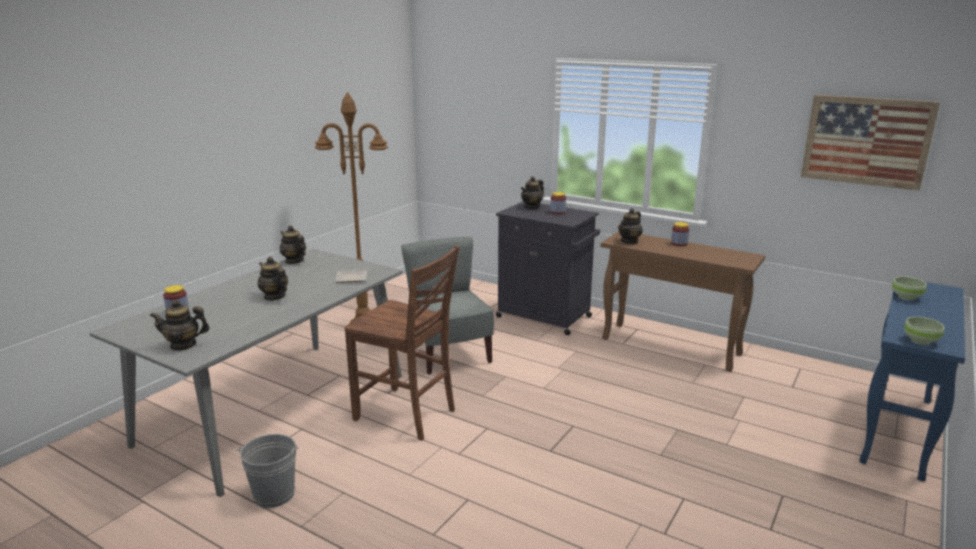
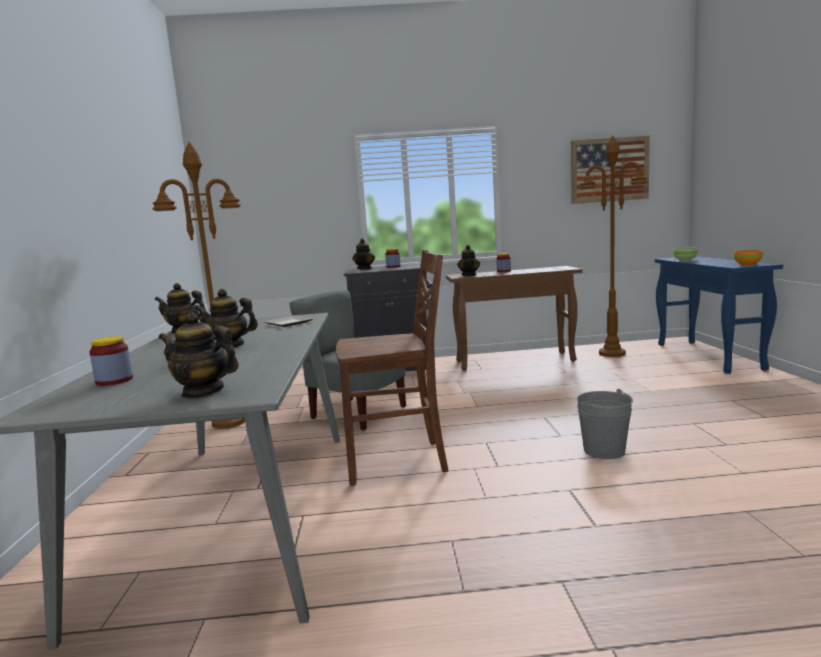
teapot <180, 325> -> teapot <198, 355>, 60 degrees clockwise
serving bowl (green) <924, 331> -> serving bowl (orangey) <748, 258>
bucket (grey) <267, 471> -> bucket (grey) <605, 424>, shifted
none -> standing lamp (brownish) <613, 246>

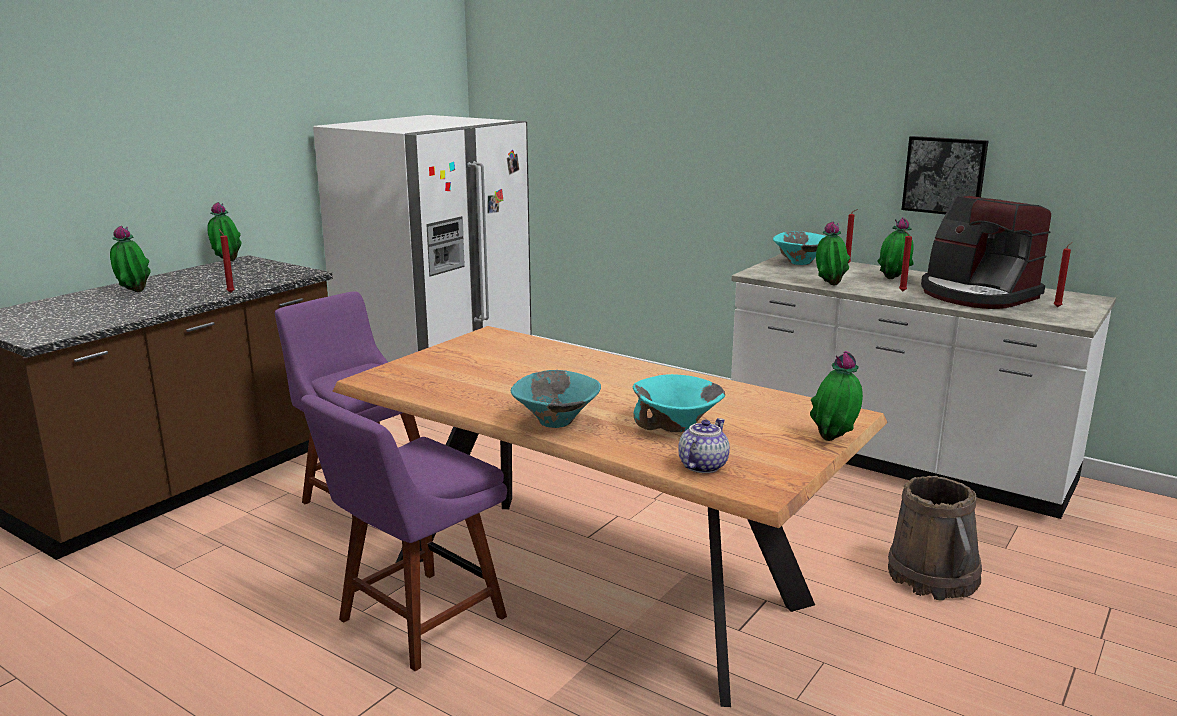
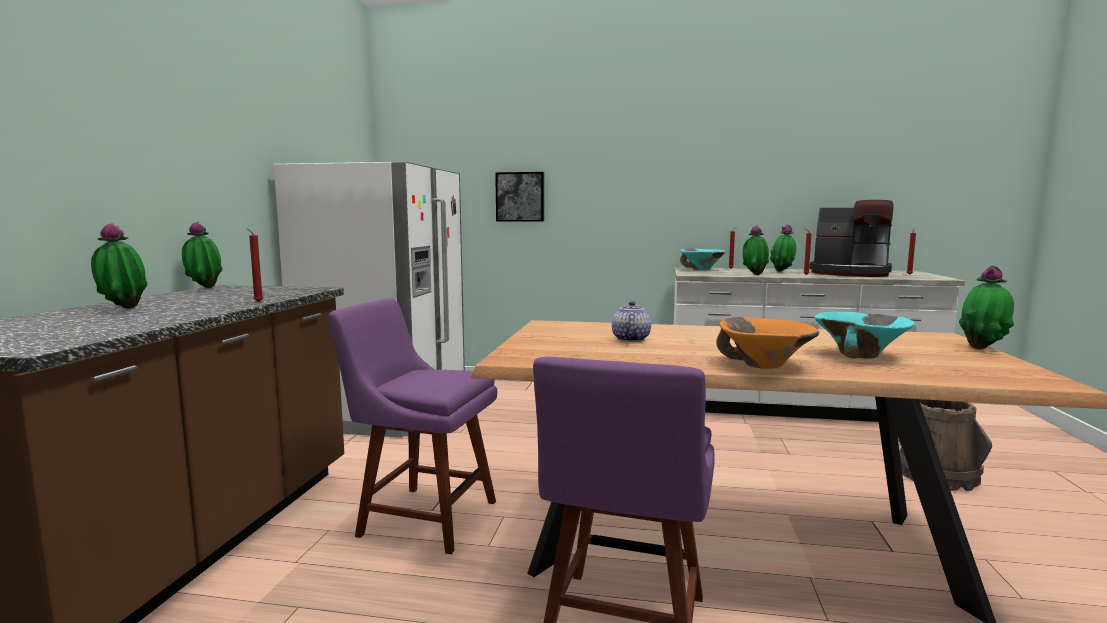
picture <944, 175> -> picture <519, 197>, shifted
serving bowl (blue-green) <556, 399> -> serving bowl (orangey) <767, 343>
teapot <704, 445> -> teapot <631, 321>, shifted

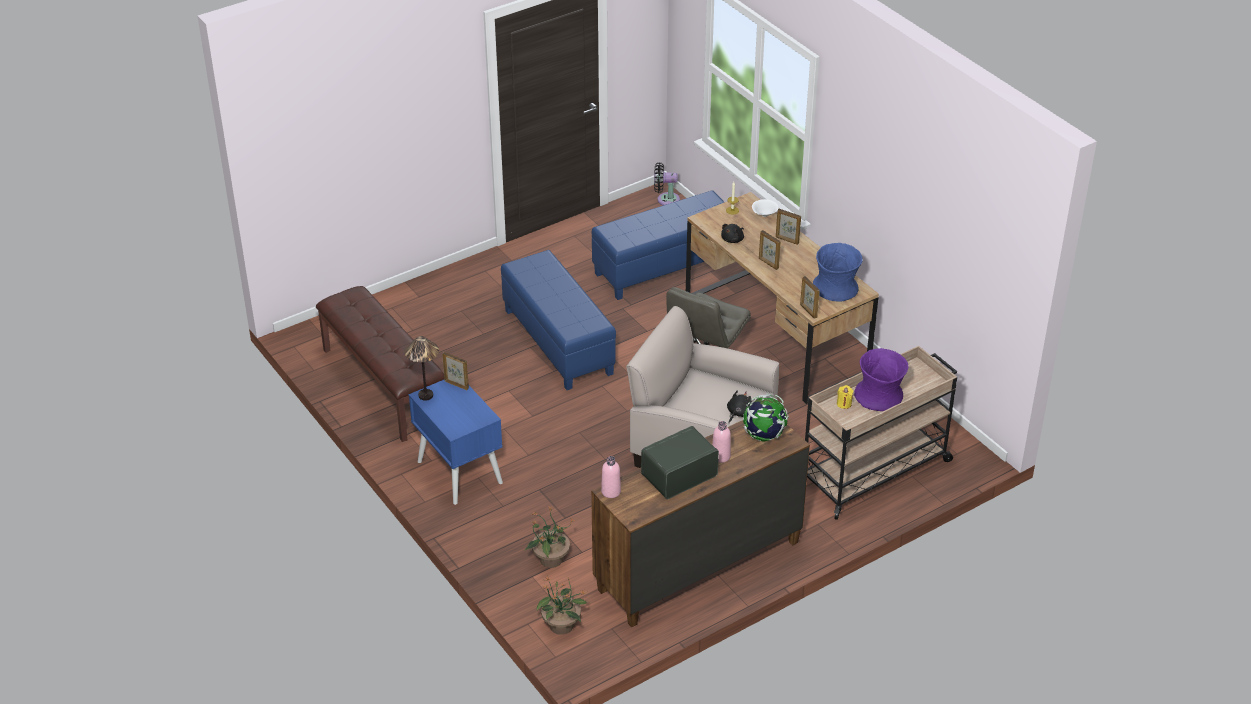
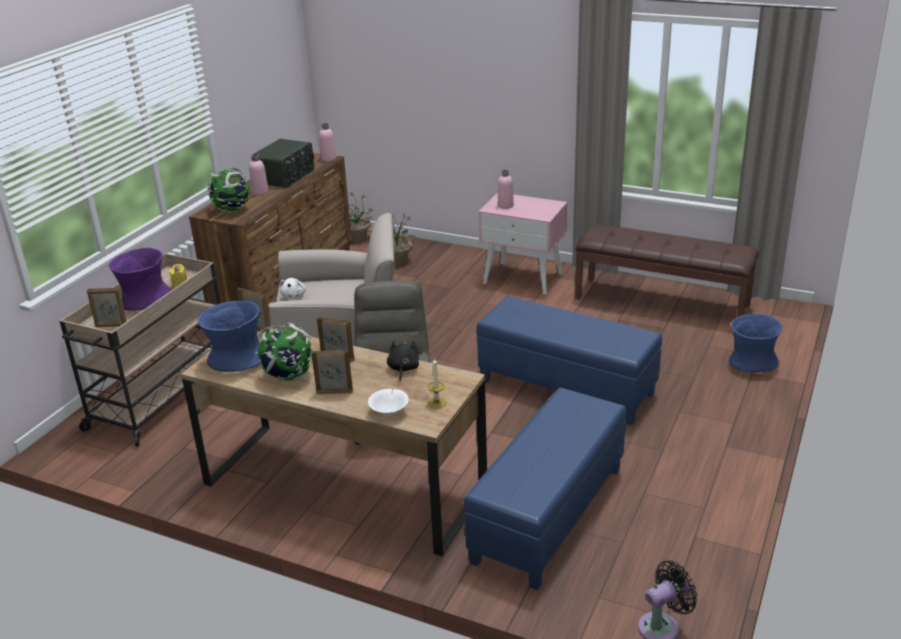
lamp for a table <422, 368> -> none
picture frame <455, 371> -> picture frame <107, 307>, shifted
bedside table (bluish) <456, 442> -> bedside table (pink-coloured) <522, 244>
soft toy (blackish) <739, 406> -> soft toy (white) <292, 288>
none -> drink bottle (pink-coloured) <506, 189>
none -> vase (bluish) <756, 343>
none -> world globe <283, 352>

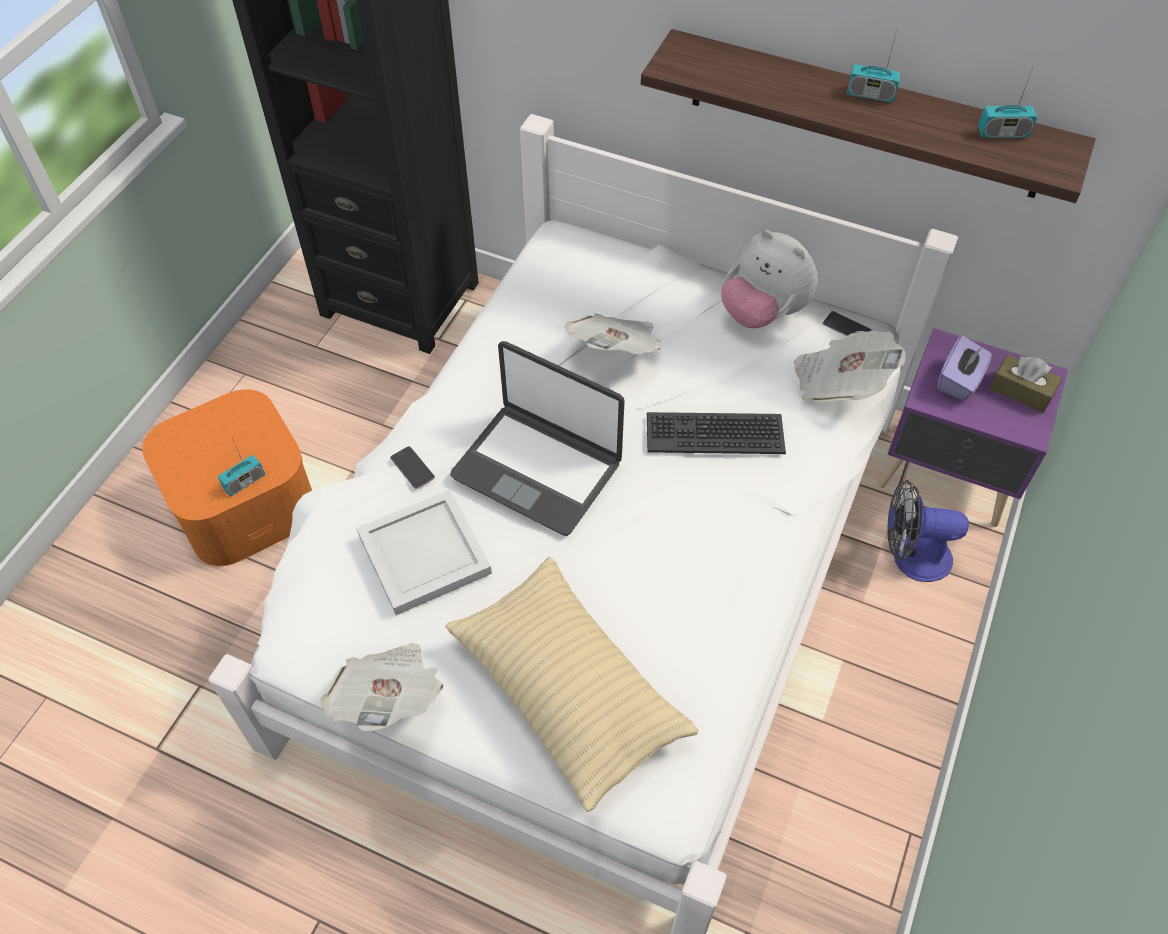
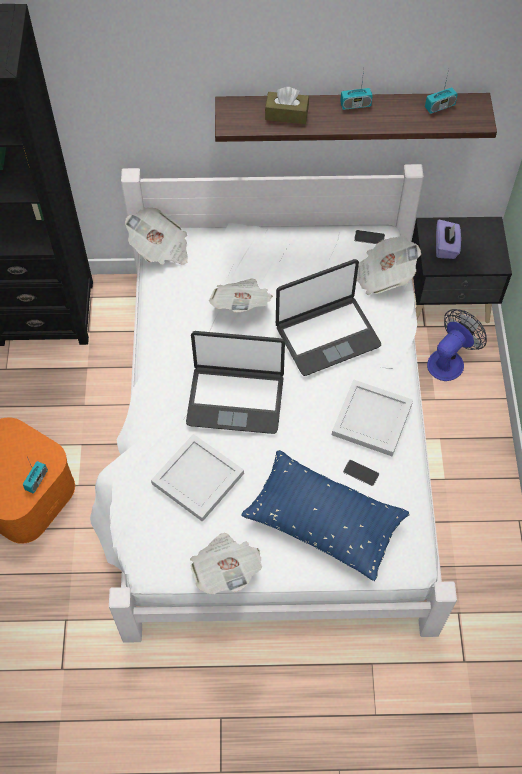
soft toy <769, 279> -> none
bedside table (purplish) <973, 427> -> bedside table (blackish) <462, 270>
box of tissues (brownish) <1025, 384> -> box of tissues (brownish) <287, 105>, shifted
computer keyboard <716, 433> -> portable computer <328, 317>
phone <412, 467> -> phone <361, 473>, shifted
cooling fan <928, 531> -> cooling fan <457, 345>, 150 degrees clockwise
pillow (beige) <572, 684> -> pillow (bluish) <325, 515>
none -> newspaper <156, 236>
none -> serving tray (white) <372, 417>

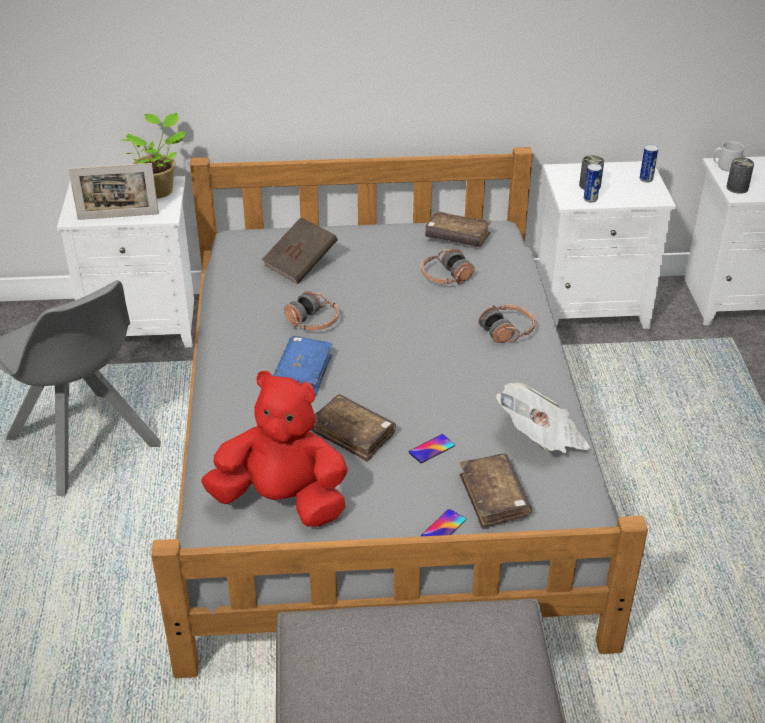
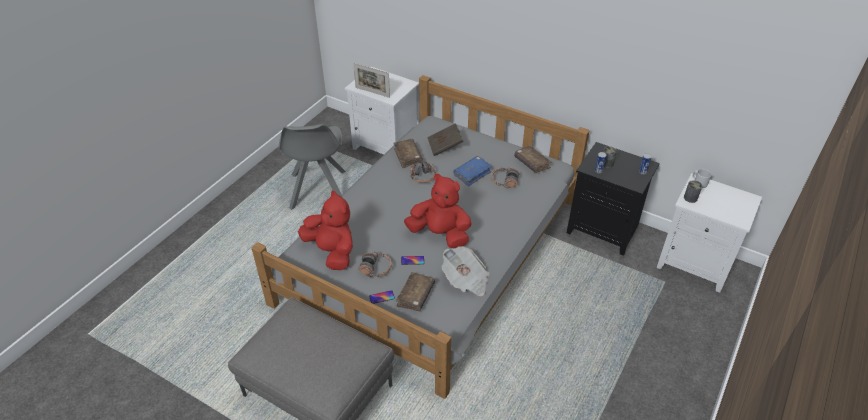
plant in a pot <154, 155> -> none
bedside table (white) <607, 245> -> bedside table (blackish) <613, 199>
pair of headphones <507, 323> -> pair of headphones <375, 264>, shifted
volume (bluish) <302, 366> -> volume (bluish) <473, 171>, shifted
volume (brownish) <353, 428> -> volume (brownish) <408, 153>, shifted
none -> soft toy (red-coloured) <438, 211>

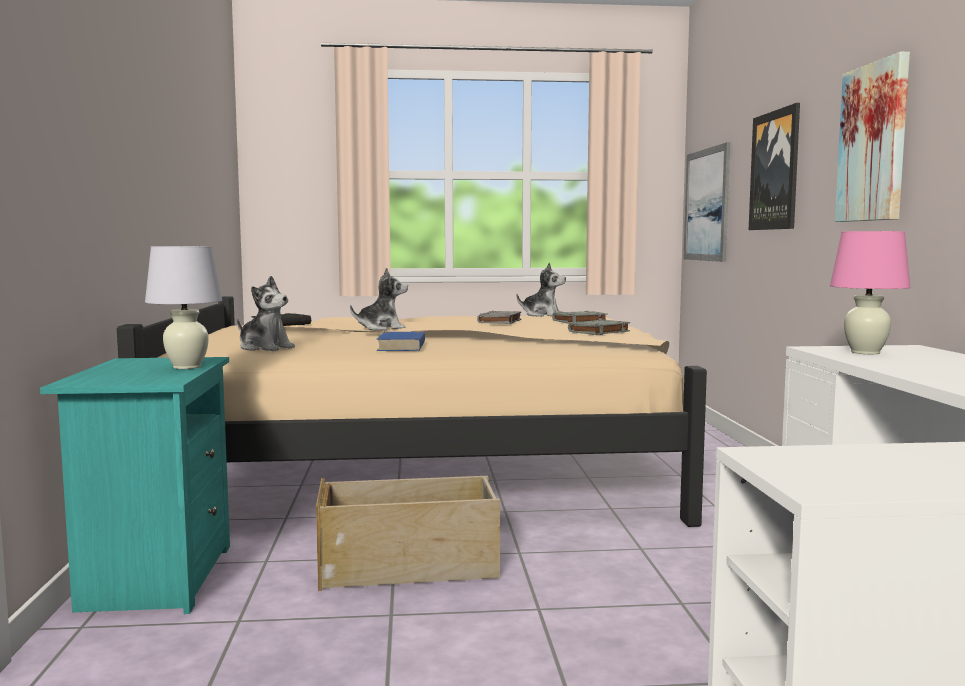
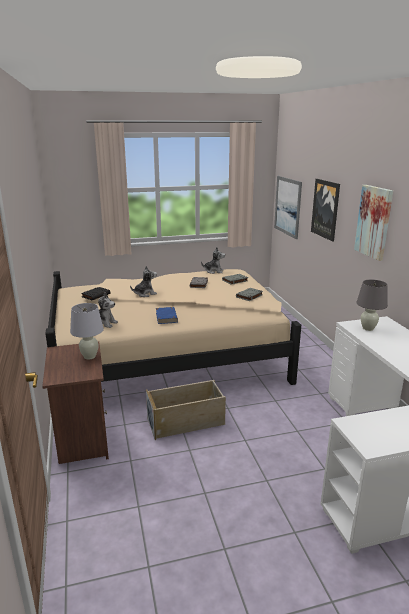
lamp for a table (pink-coloured) <870, 292> -> lamp for a table (grey) <372, 305>
bedside table (blue-green) <135, 485> -> bedside table (brownish) <75, 403>

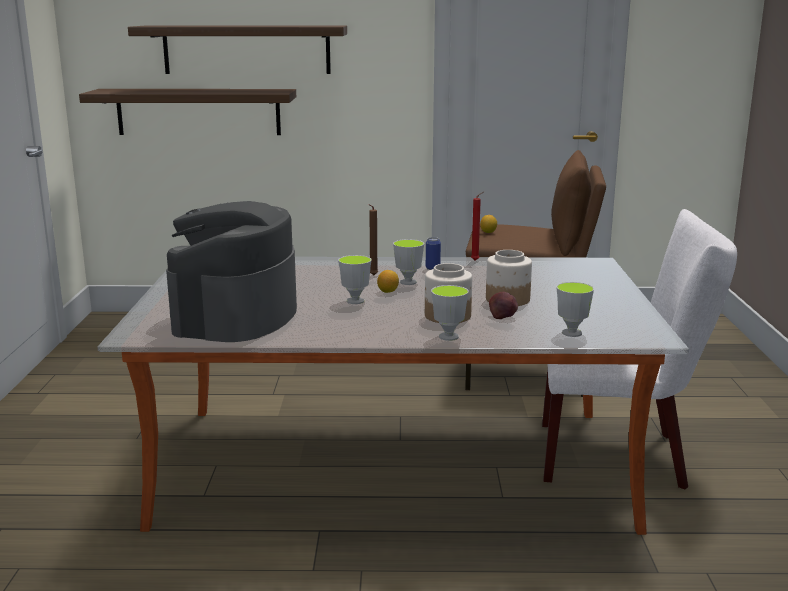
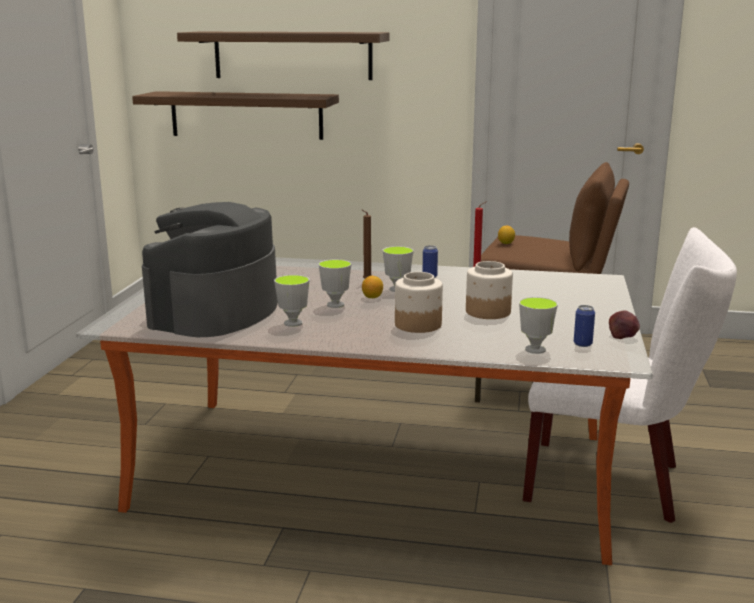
drinking cup <450, 313> -> drinking cup <292, 301>, shifted
apple fruit <503, 305> -> apple fruit <624, 324>, shifted
none -> can <584, 326>

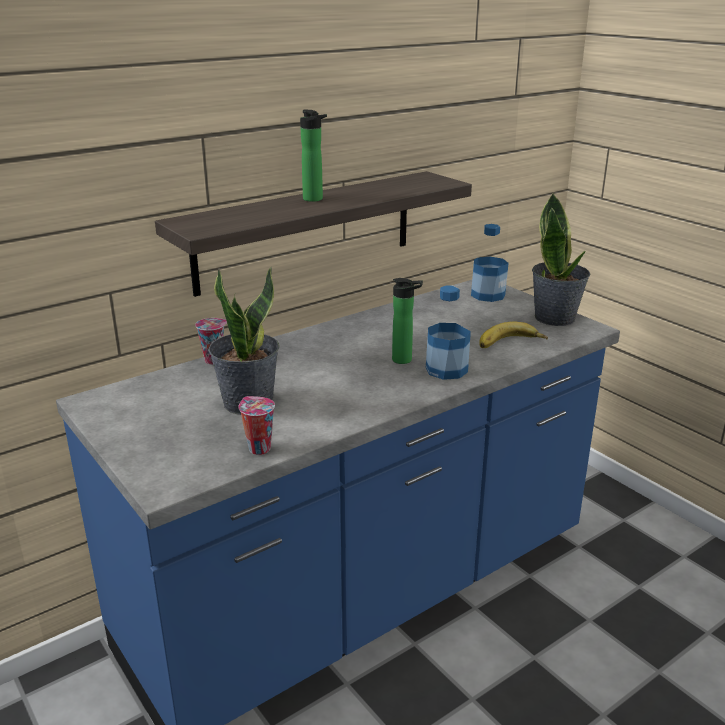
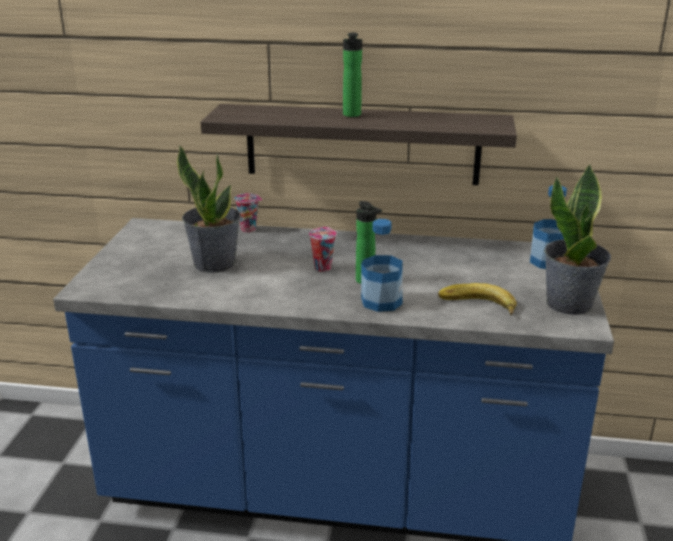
drinking cup <256, 425> -> drinking cup <322, 249>, shifted

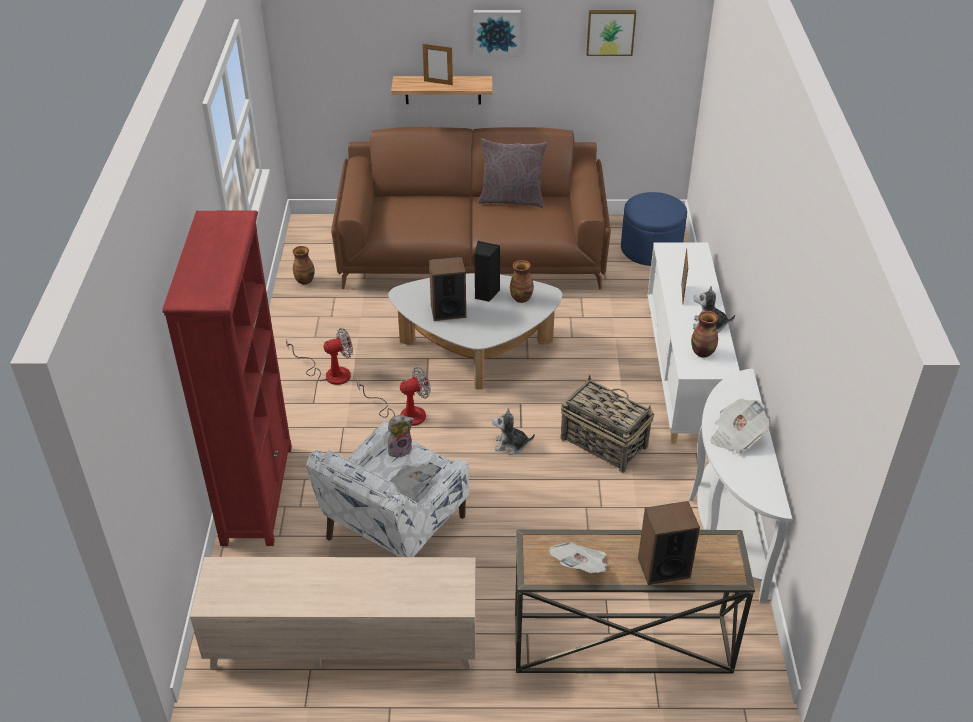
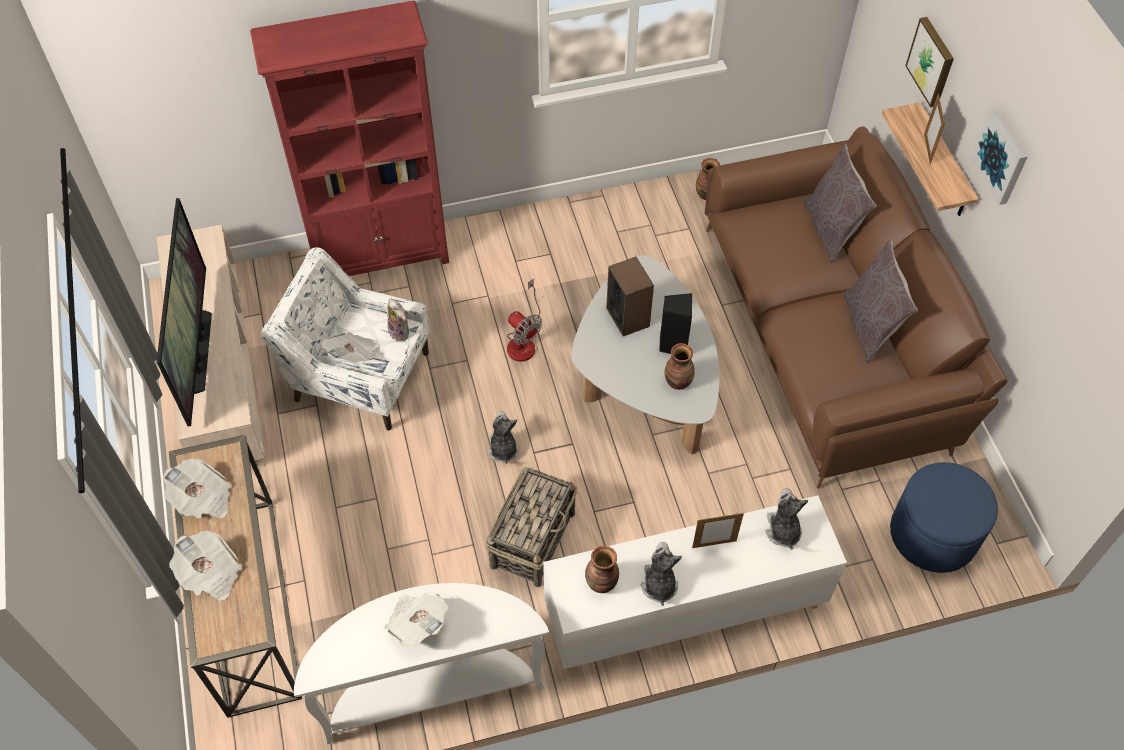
picture <611, 33> -> picture <929, 62>, shifted
cooling fan <319, 356> -> none
speaker <669, 543> -> newspaper <205, 566>
none -> pillow (grey) <840, 203>
none -> television <184, 312>
none -> soft toy <786, 519>

